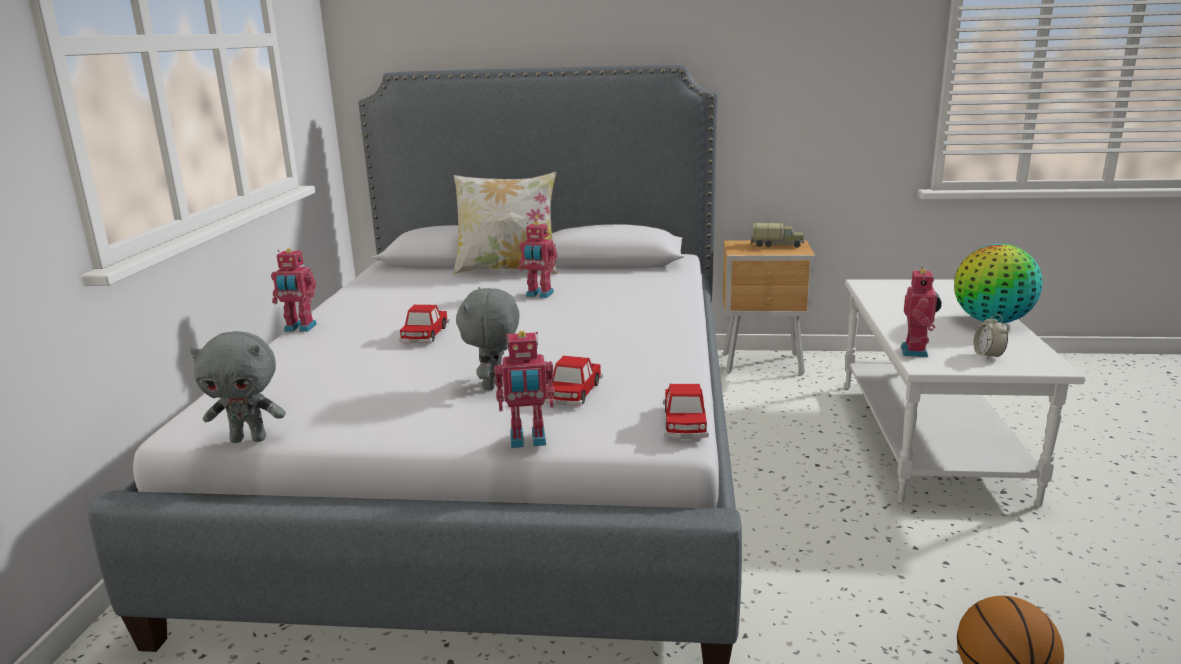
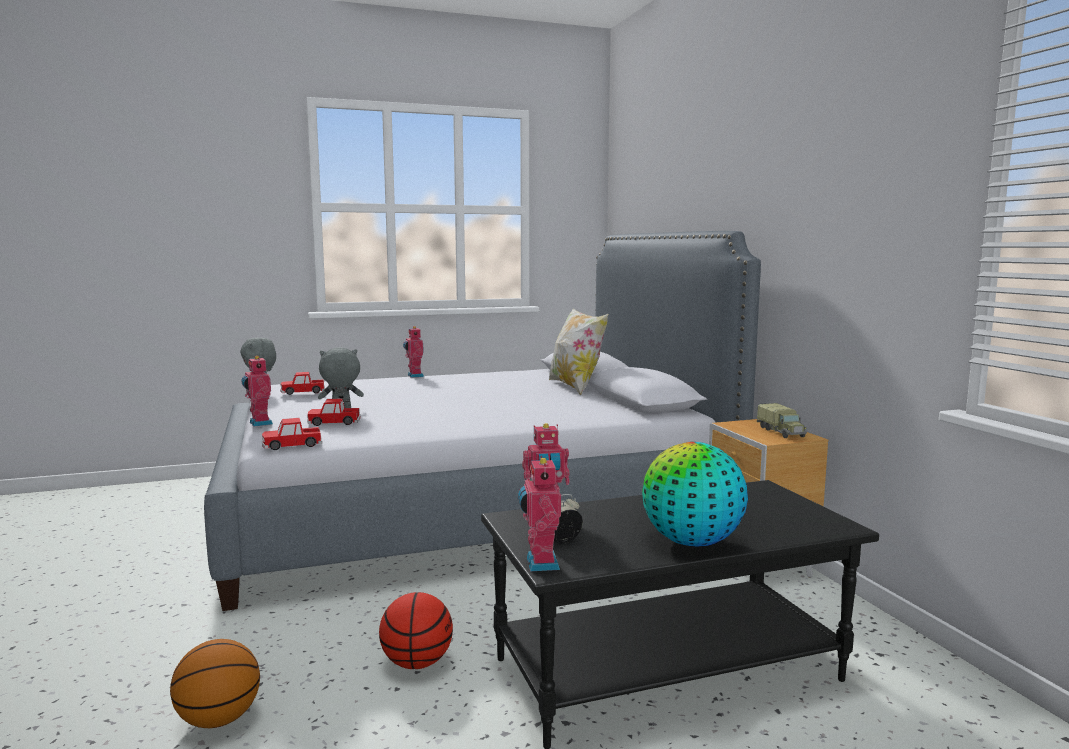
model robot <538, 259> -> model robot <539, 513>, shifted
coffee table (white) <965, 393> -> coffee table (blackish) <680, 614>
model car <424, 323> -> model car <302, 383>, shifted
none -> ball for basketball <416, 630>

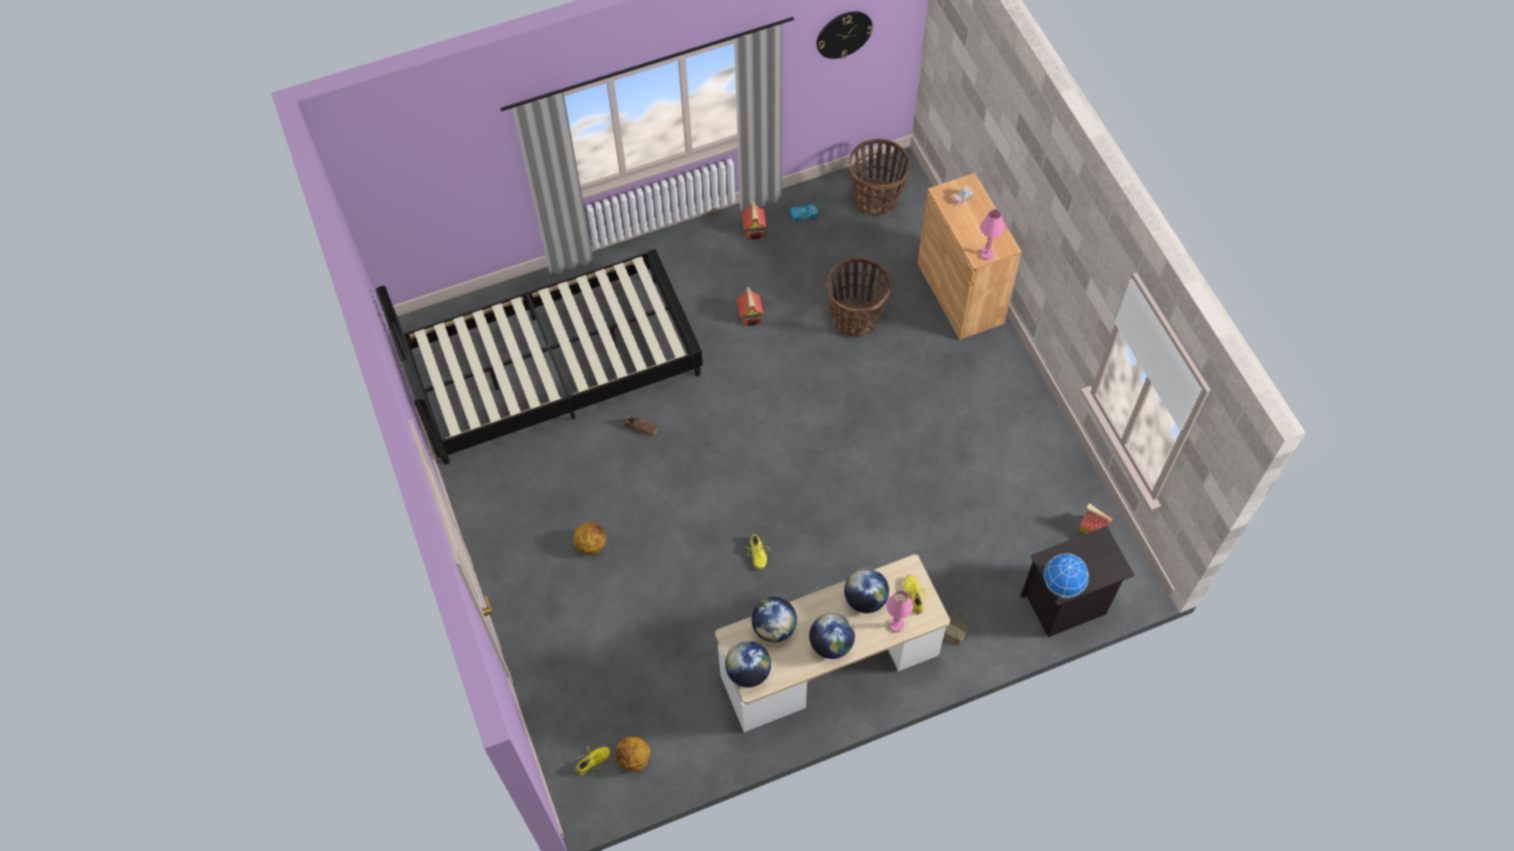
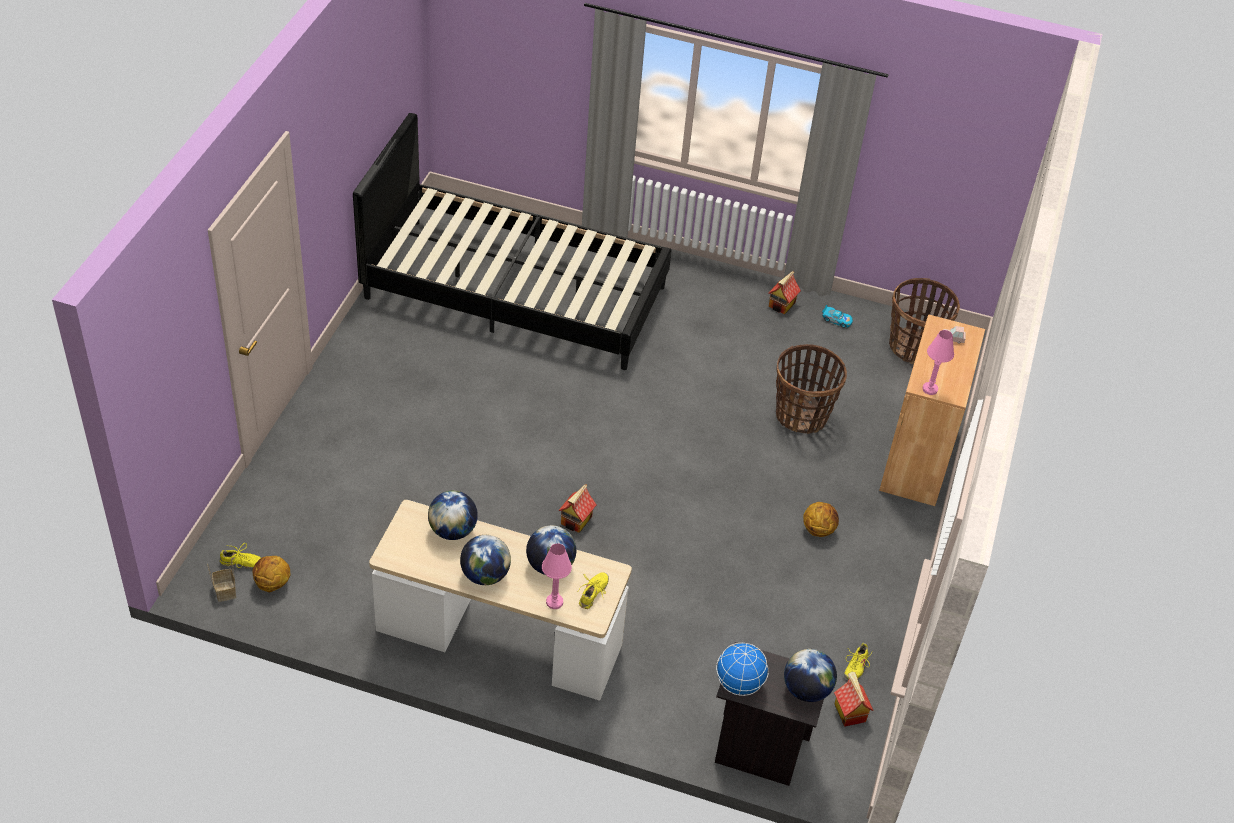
clock on the wall <845, 35> -> none
model house <750, 306> -> model house <577, 508>, shifted
low shoe (brownish) <641, 424> -> none
ball for basketball <590, 538> -> ball for basketball <821, 519>, shifted
low shoe (yellow) <757, 552> -> low shoe (yellow) <858, 661>, shifted
household basket <956, 627> -> household basket <221, 580>, shifted
world globe <748, 664> -> world globe <810, 675>, shifted

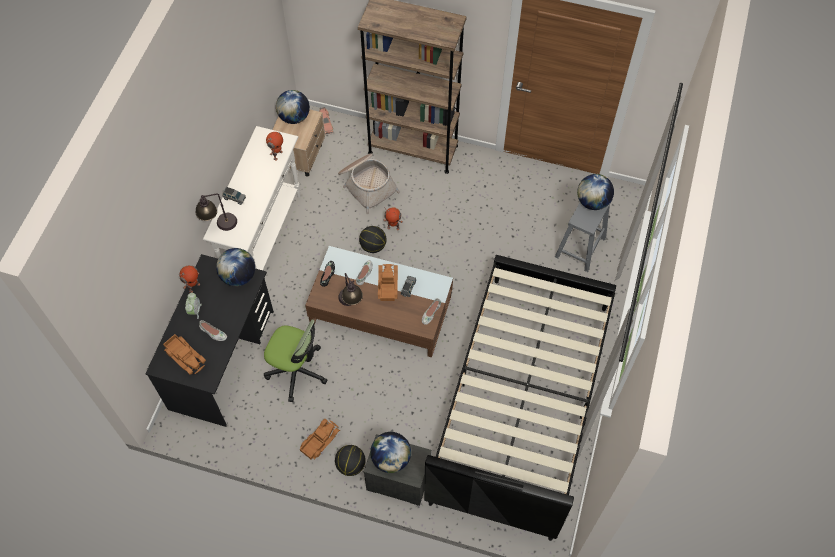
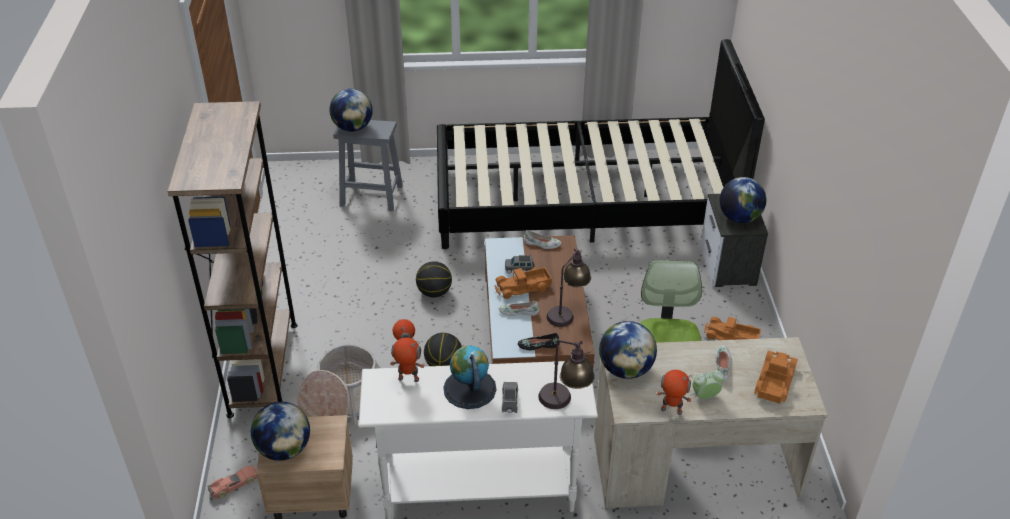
desk unit (blackish) <209, 340> -> desk unit (beige) <710, 422>
ball for basketball <350, 460> -> ball for basketball <434, 279>, shifted
none -> world globe <470, 377>

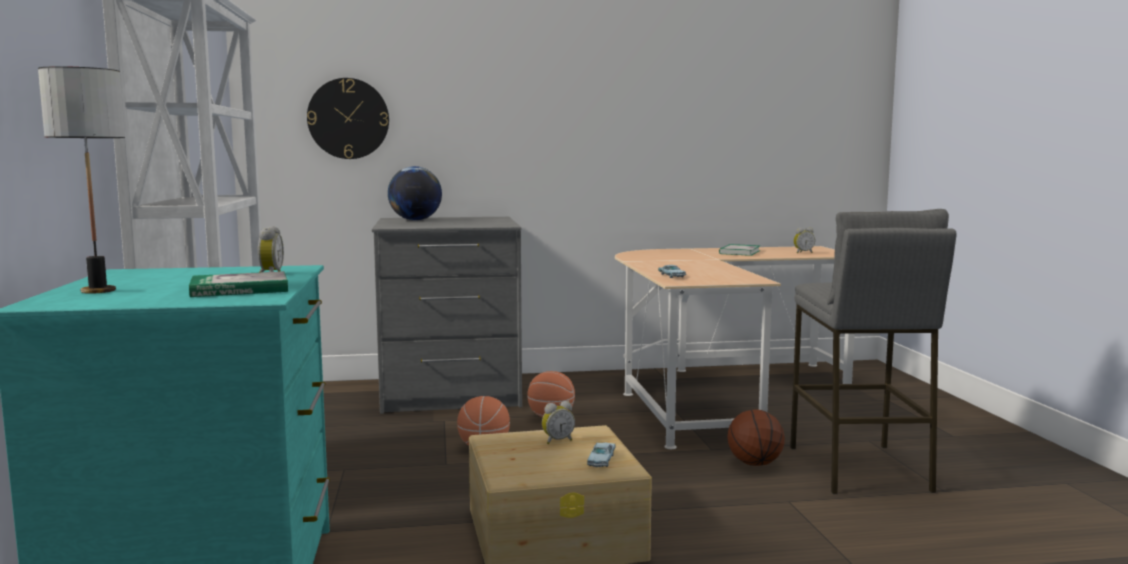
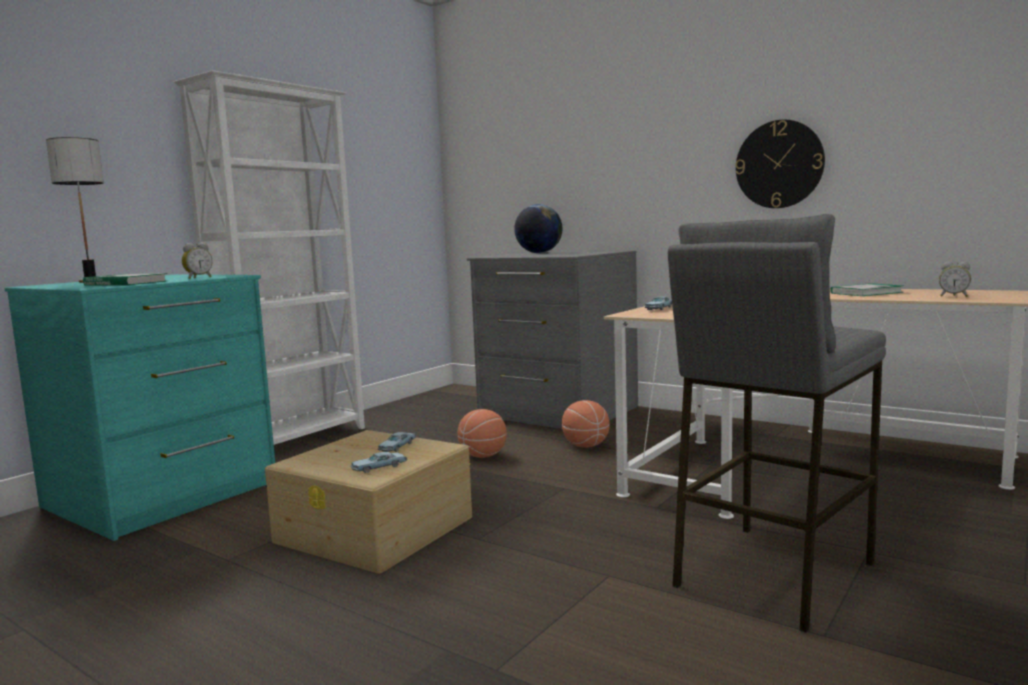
clock on the wall <348, 118> -> clock on the wall <780, 164>, shifted
bedside clock <558, 422> -> model car (bluish) <397, 442>
ball for basketball <756, 437> -> none

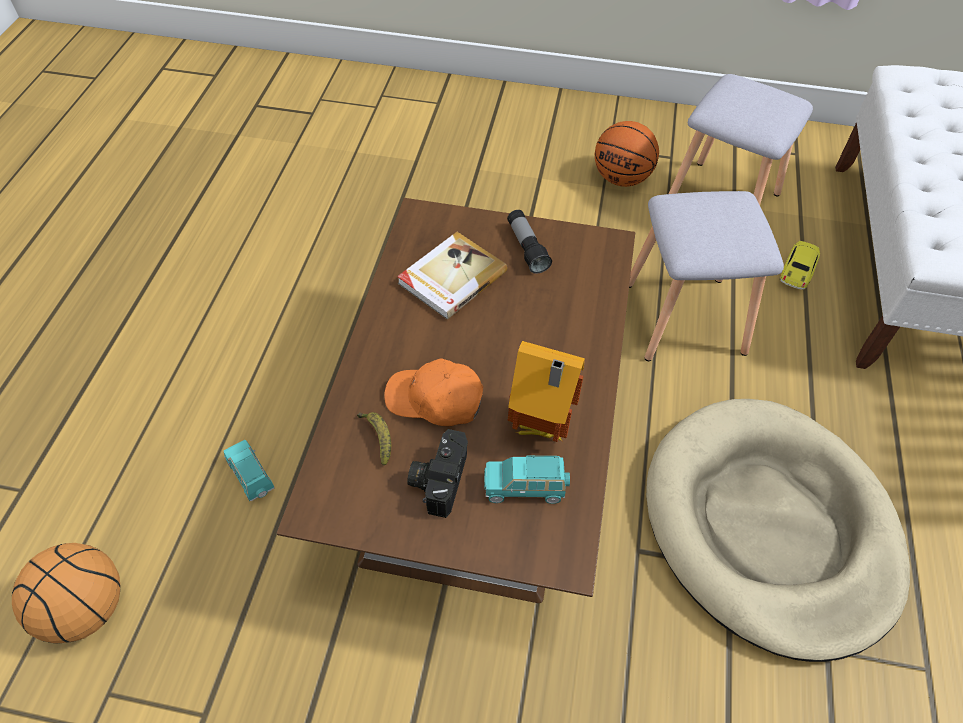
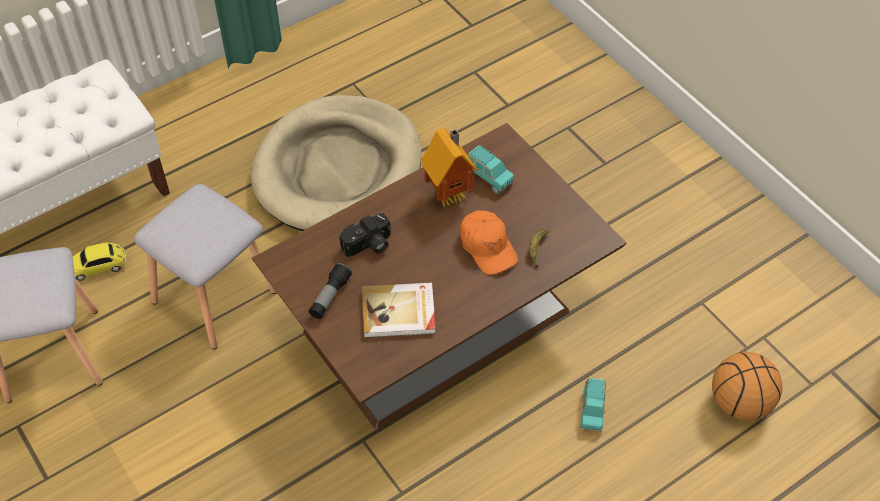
ball for basketball <627, 154> -> none
photo camera <437, 473> -> photo camera <365, 235>, shifted

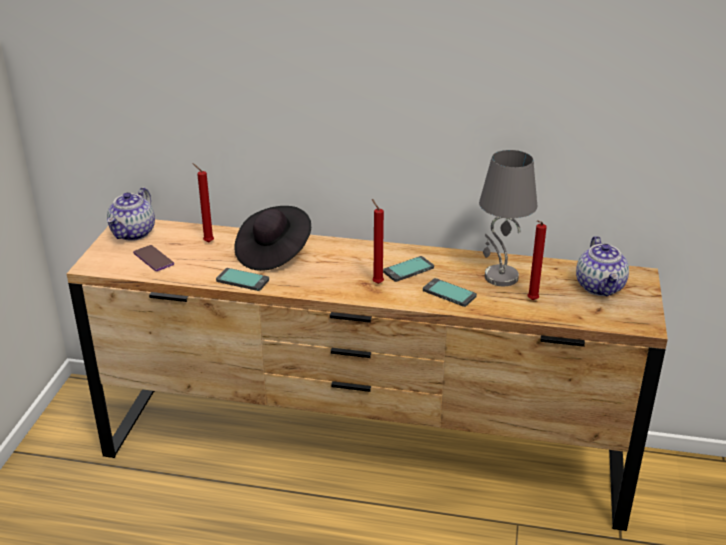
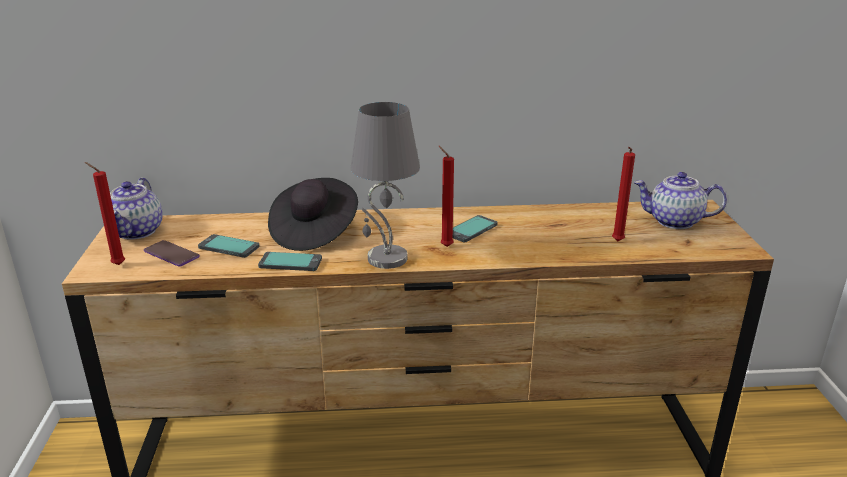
lamp for a table (grey) <508, 218> -> lamp for a table (grey) <385, 185>, shifted
wax candle (red-coloured) <203, 202> -> wax candle (red-coloured) <105, 213>, shifted
teapot <602, 266> -> teapot <680, 200>, 120 degrees clockwise
phone <450, 292> -> phone <229, 246>, shifted

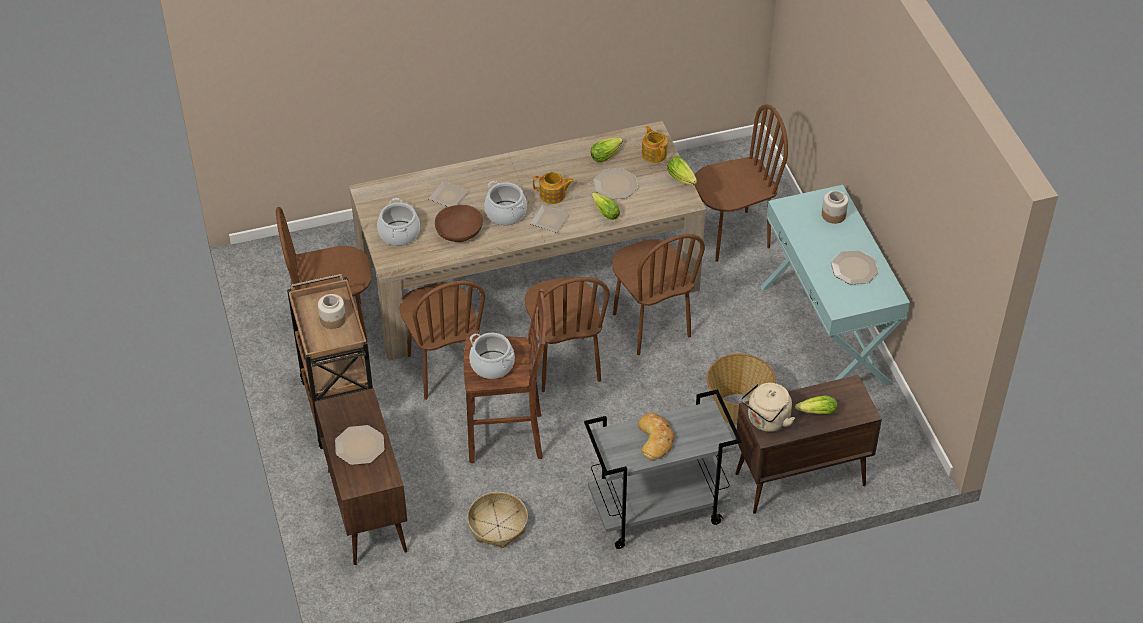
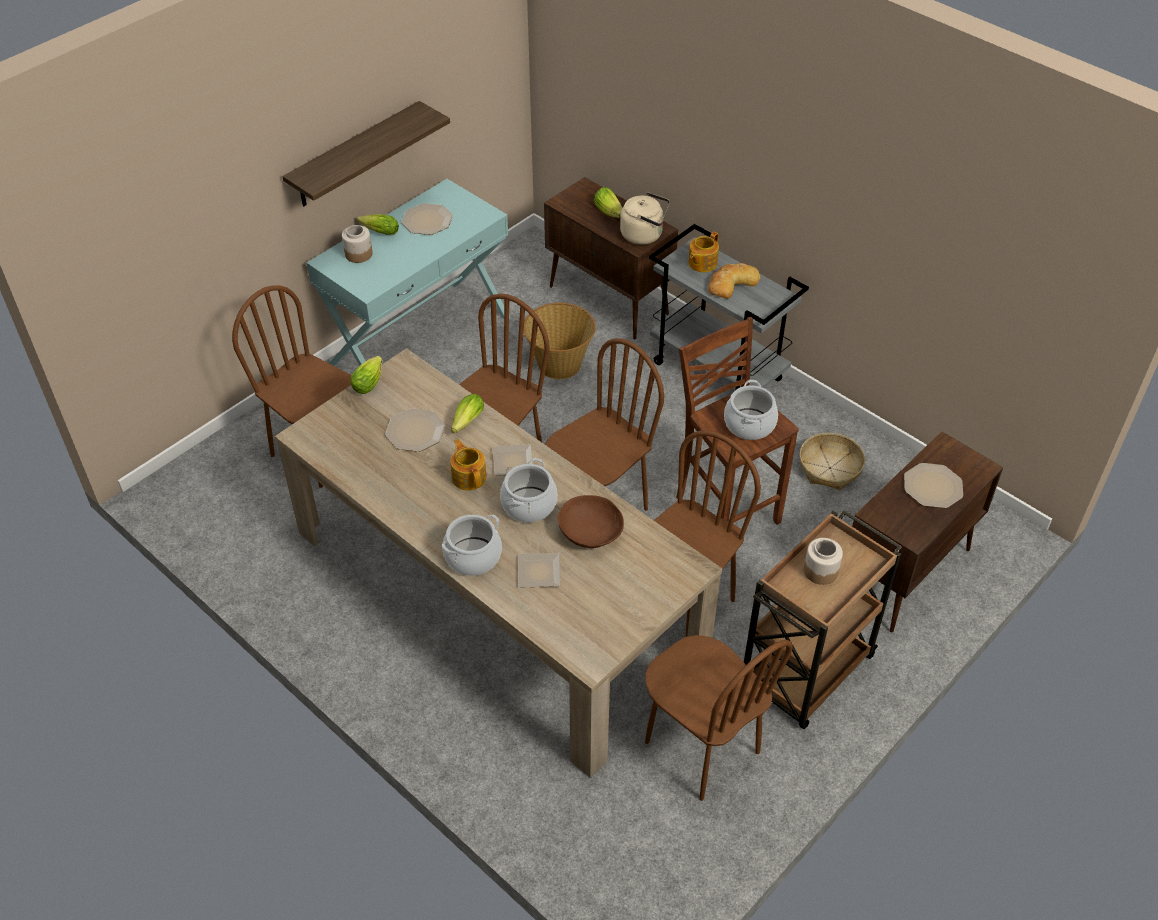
teapot <655, 144> -> teapot <703, 252>, shifted
lettuce head <607, 150> -> lettuce head <378, 224>, shifted
stockpot <398, 222> -> stockpot <472, 545>, shifted
none -> bracket shelf <366, 153>

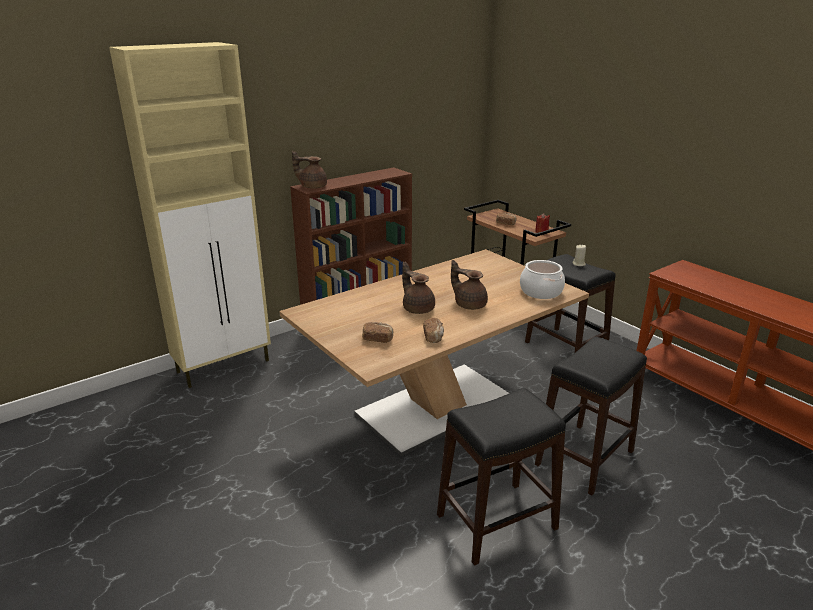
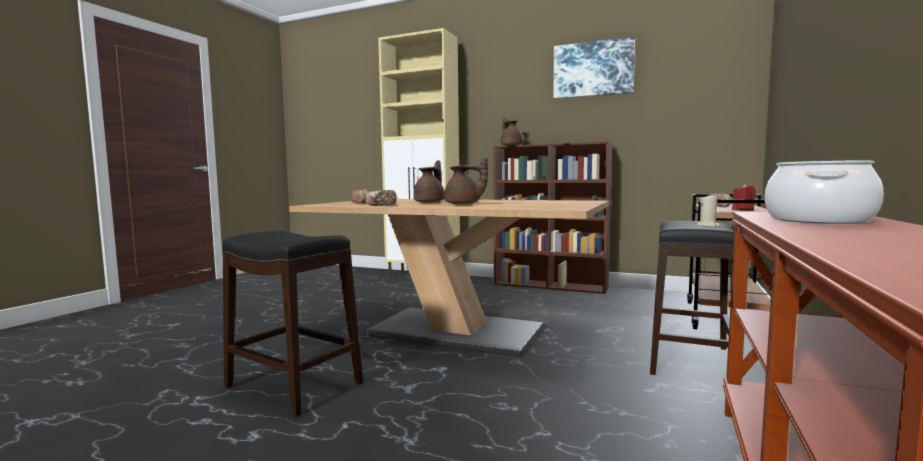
teapot (brownish) <469, 285> -> teapot (brownish) <466, 181>, 90 degrees clockwise
stockpot <542, 279> -> stockpot <824, 192>, shifted
stool seat (blackish) <591, 416> -> none
none -> picture <594, 67>

